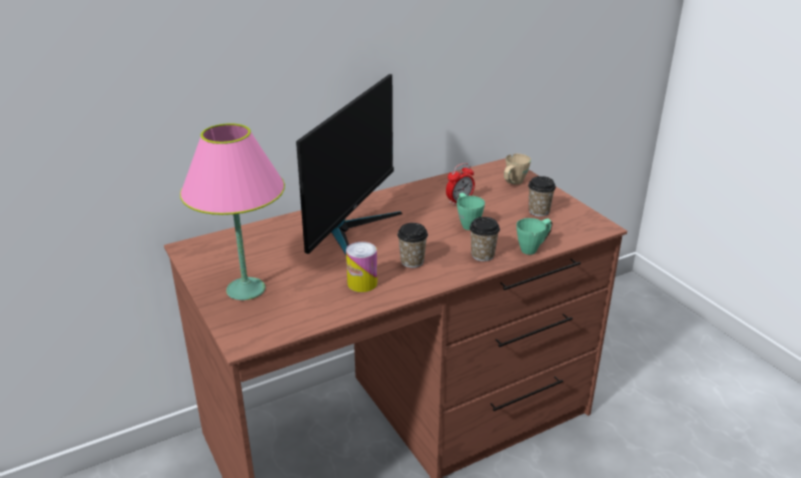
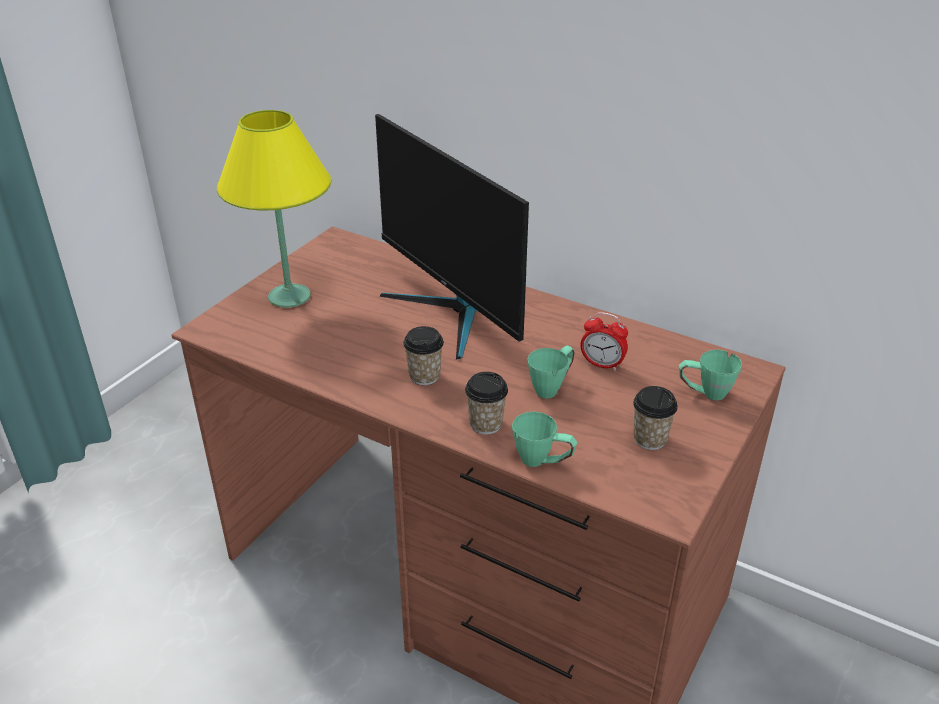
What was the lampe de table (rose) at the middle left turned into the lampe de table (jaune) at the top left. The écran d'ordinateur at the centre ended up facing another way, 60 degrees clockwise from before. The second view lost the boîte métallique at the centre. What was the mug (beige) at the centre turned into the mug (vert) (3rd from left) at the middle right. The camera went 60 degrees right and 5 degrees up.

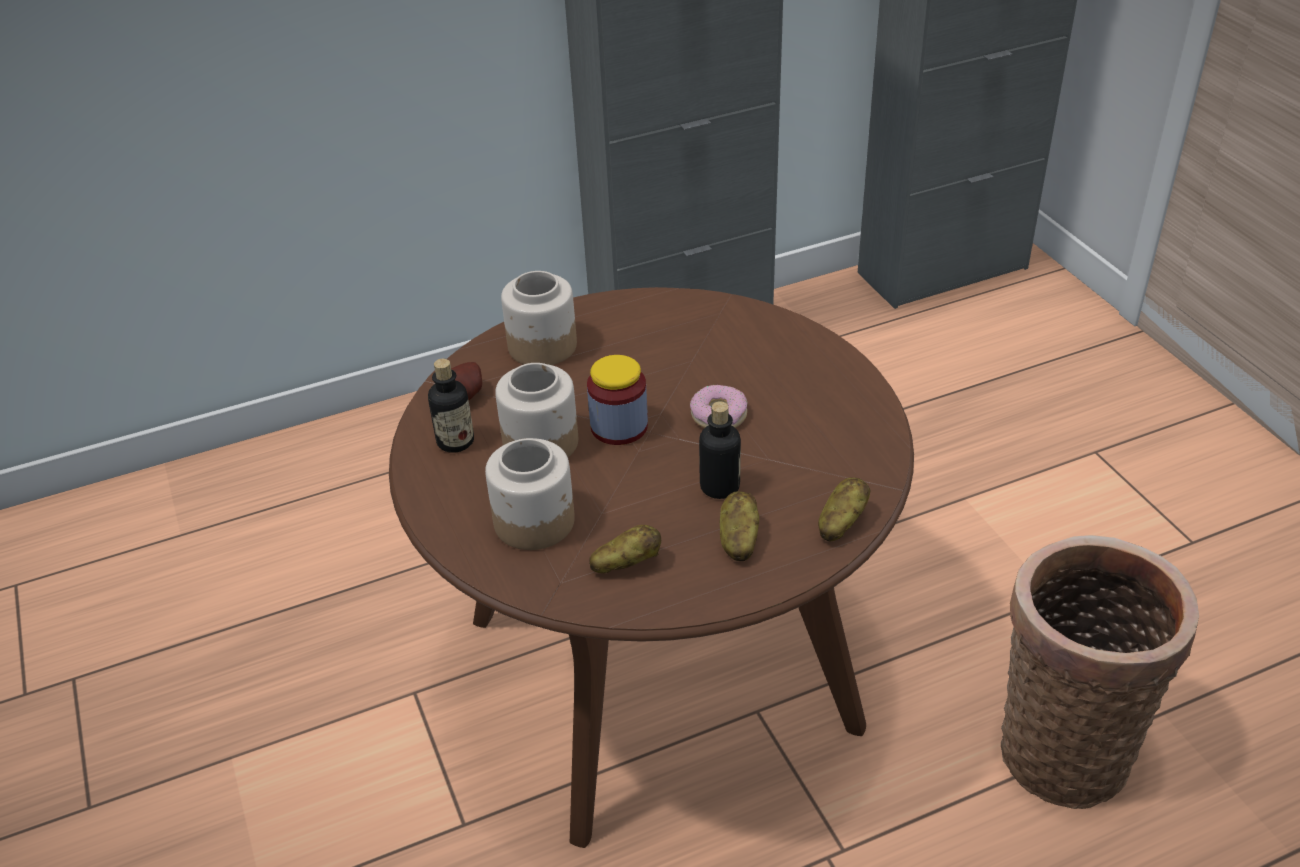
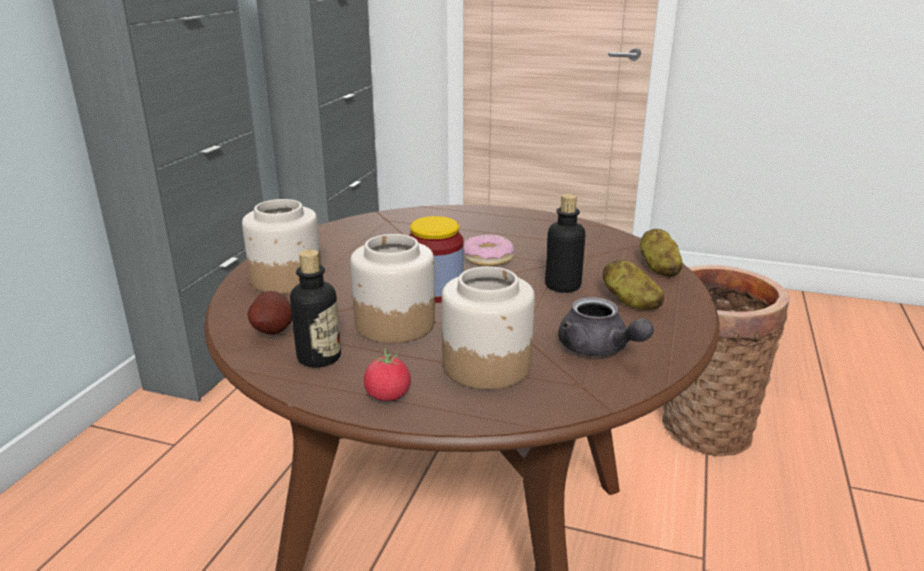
Where the pomme de terre (2nd from left) stood at the centre, the théière (gris) came to stand at the centre. The second view gained the tomate at the centre. The camera went 50 degrees left and 15 degrees down.

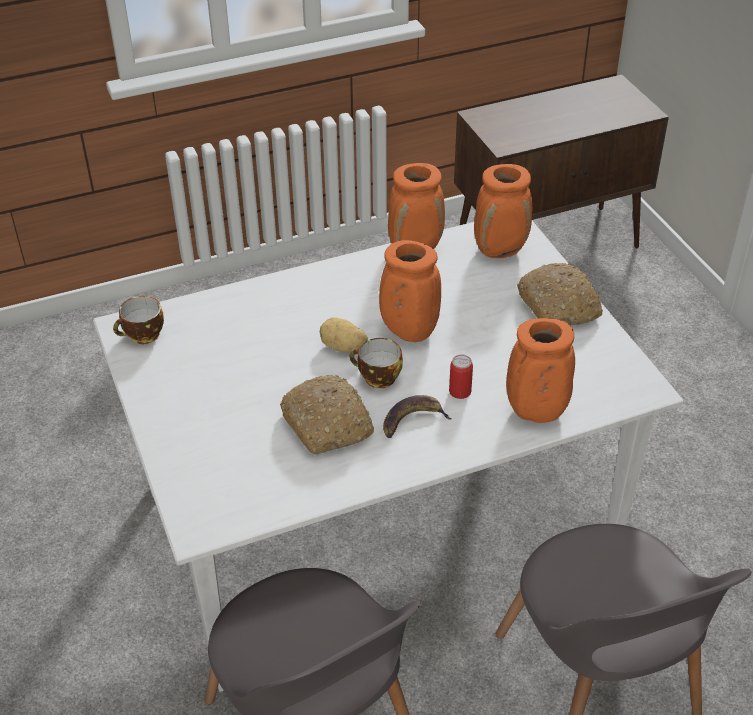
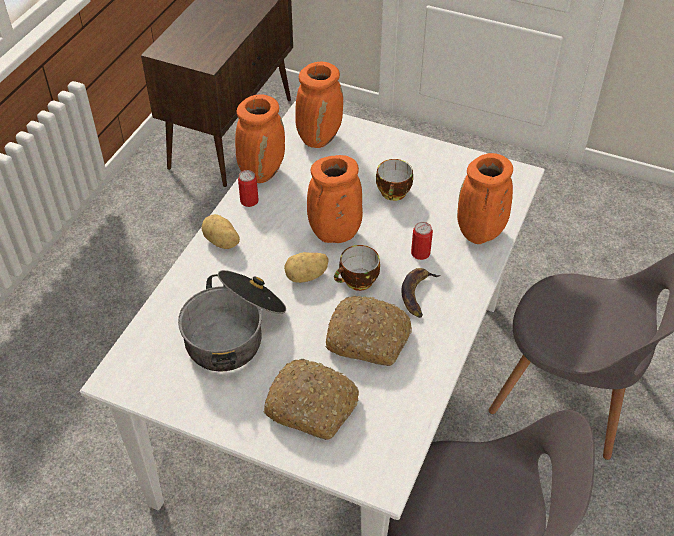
The tasse (1st from left in the first image) ended up elsewhere, having gone from the middle left to the centre. The pain (2nd from left in the first image) ended up elsewhere, having gone from the middle right to the bottom centre. The second view gained the marmite at the centre. The second view gained the pomme de terre (1st from left) at the middle left. The second view gained the boîte métallique (1st from left) at the centre. The camera went 45 degrees left and 5 degrees up.

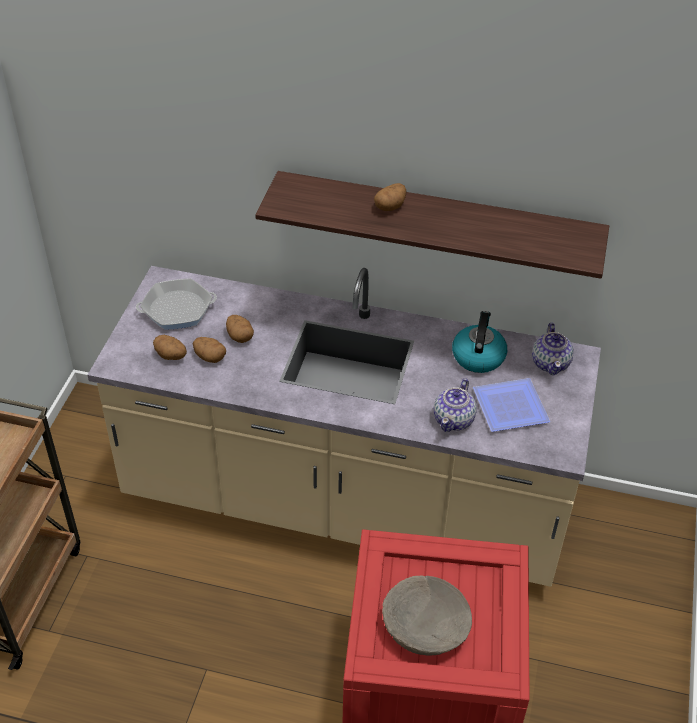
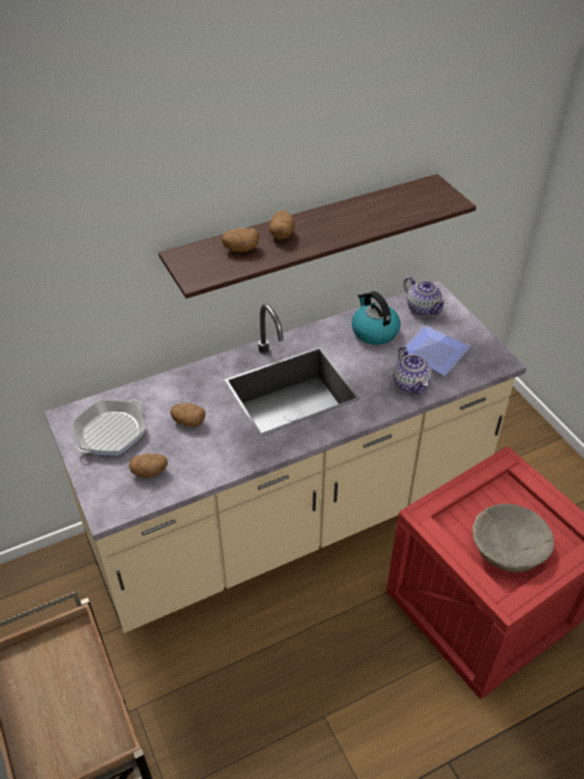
The pomme de terre (2nd from left in the first image) ended up elsewhere, having gone from the middle left to the top centre. The camera went 40 degrees left and 0 degrees up.

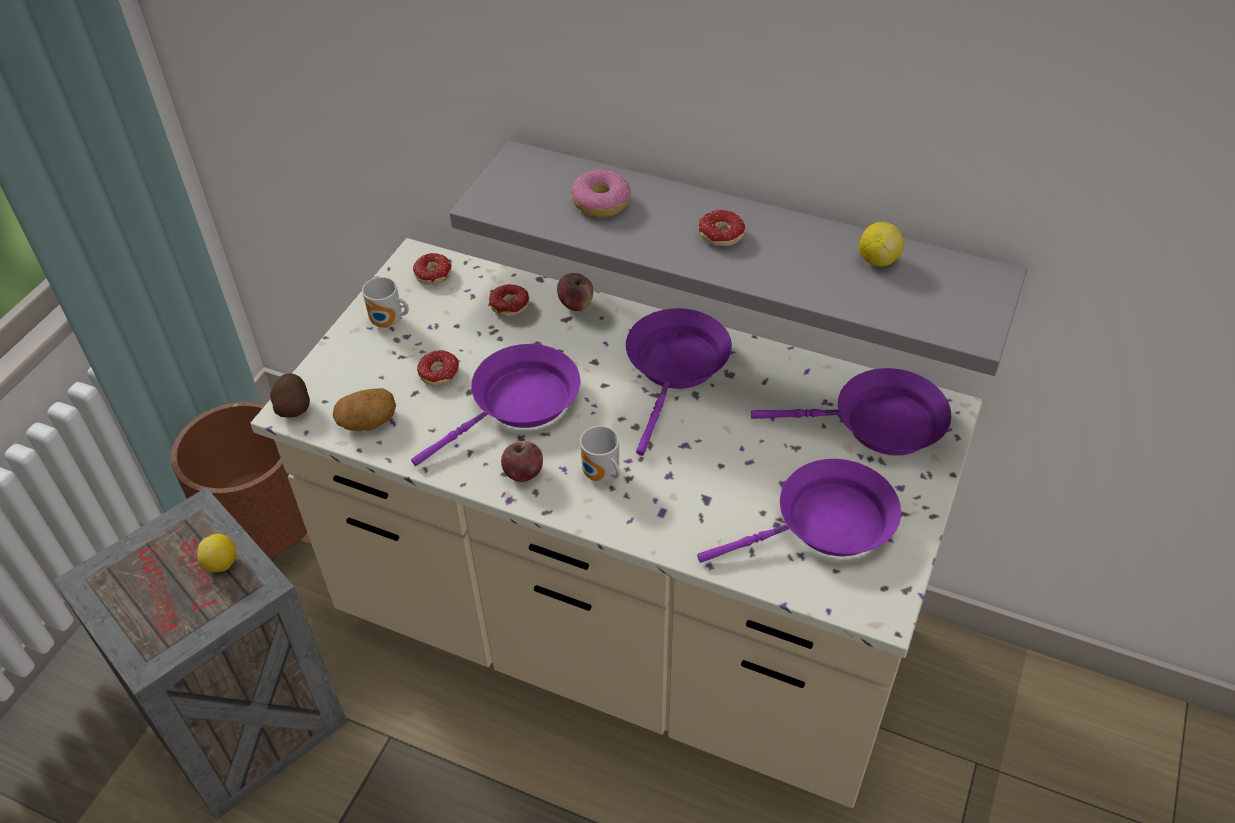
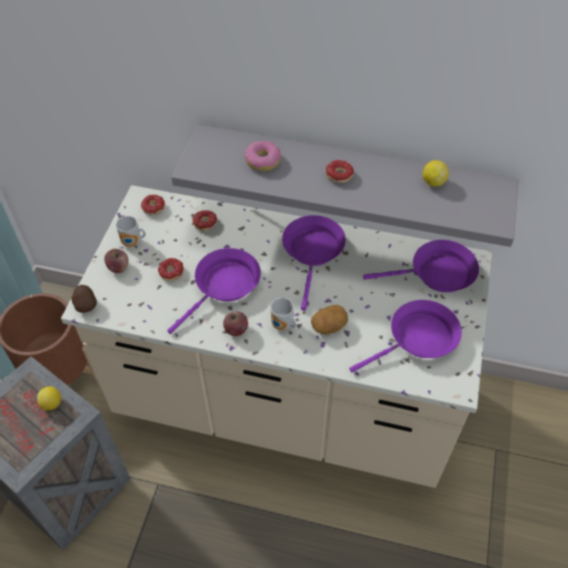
The pomme de terre (2nd from left) ended up elsewhere, having gone from the middle left to the centre. The pomme (2nd from left in the first image) ended up elsewhere, having gone from the centre to the middle left. The camera went 10 degrees left and 5 degrees up.

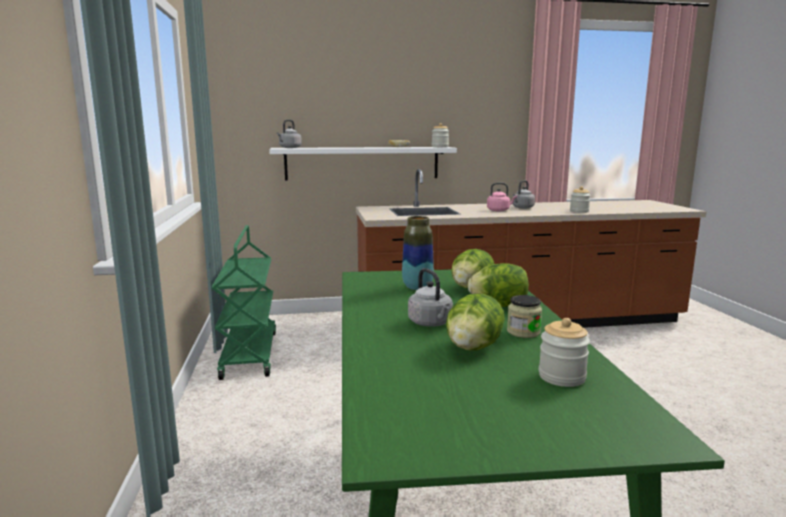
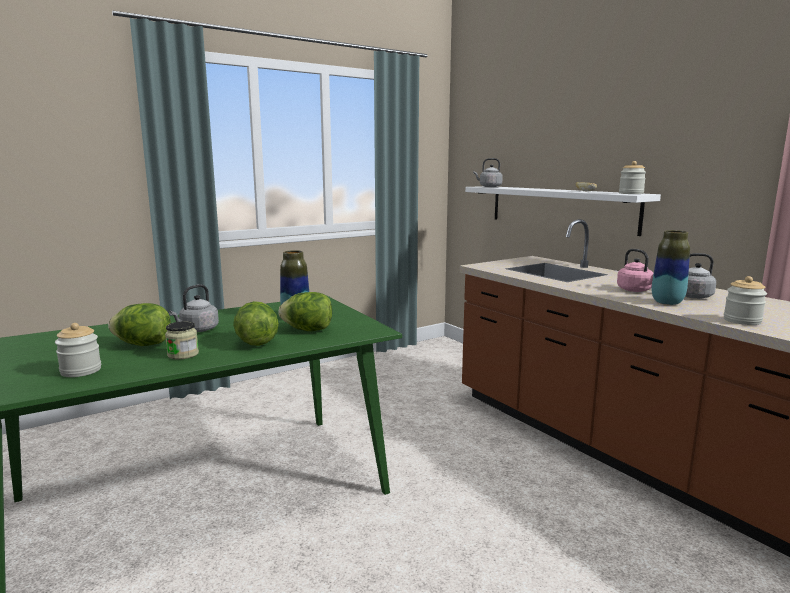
The second view lost the chariot (vert) at the middle left. The second view gained the vase (2nd from left) at the middle right. The camera went 65 degrees right and 0 degrees up.

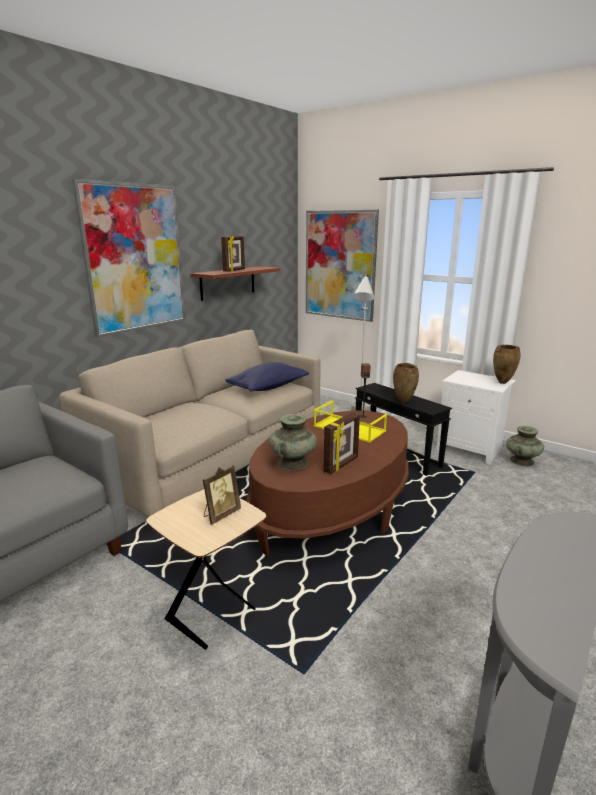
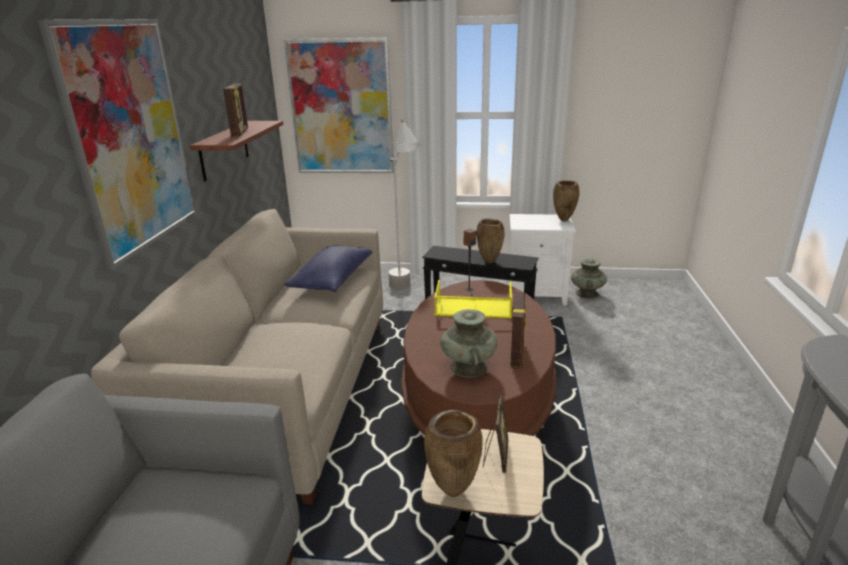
The second view gained the vase (marron) (1st from left) at the bottom centre. The camera went 30 degrees left and 5 degrees up.

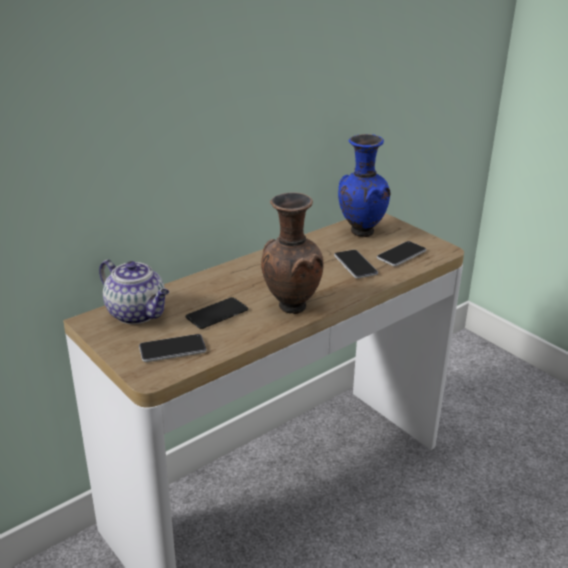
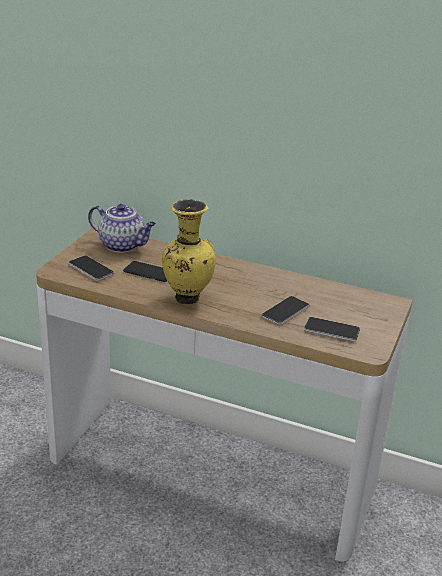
The théière at the middle left ended up facing another way, 75 degrees counterclockwise from before. What was the vase (marron) at the centre turned into the vase (jaune) at the centre. The second view lost the vase (bleu) at the top centre. The camera went 60 degrees right and 0 degrees up.

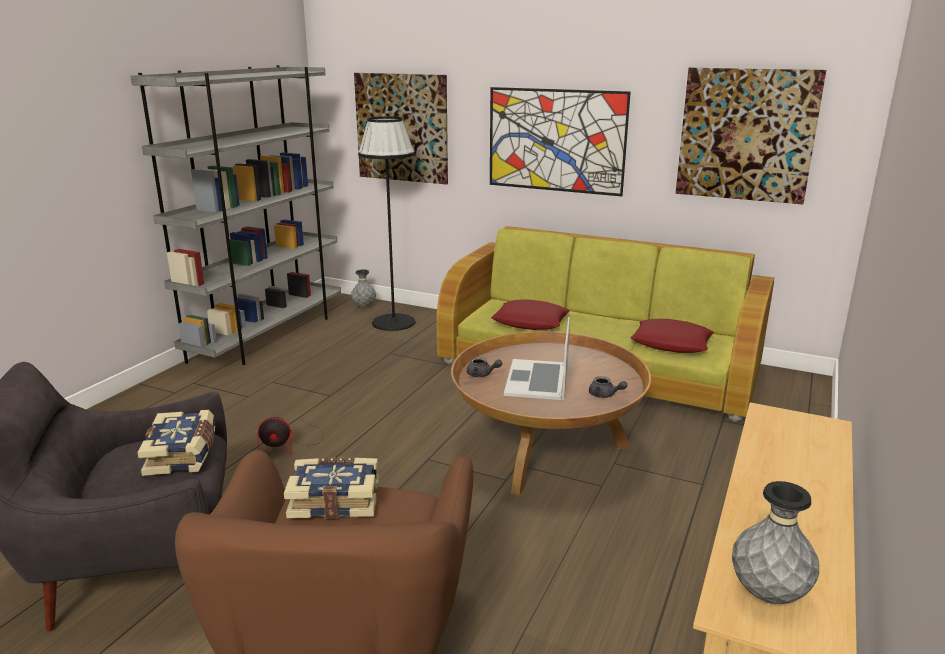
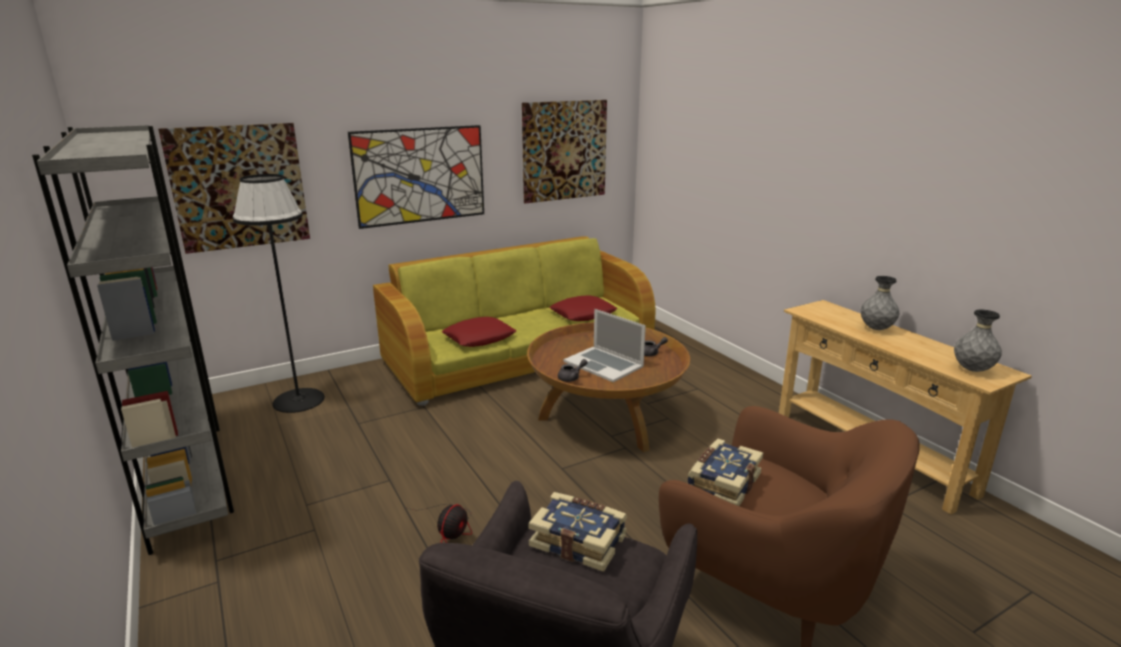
The vase (gris) (1st from left) ended up elsewhere, having gone from the centre to the middle right. The camera went 55 degrees left and 0 degrees up.

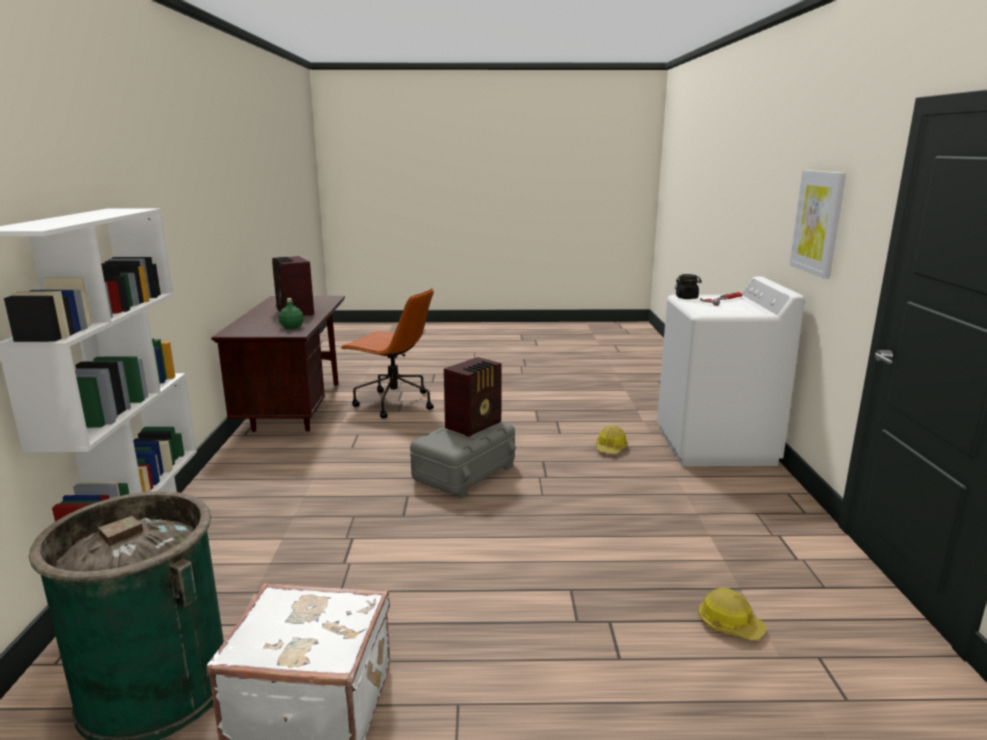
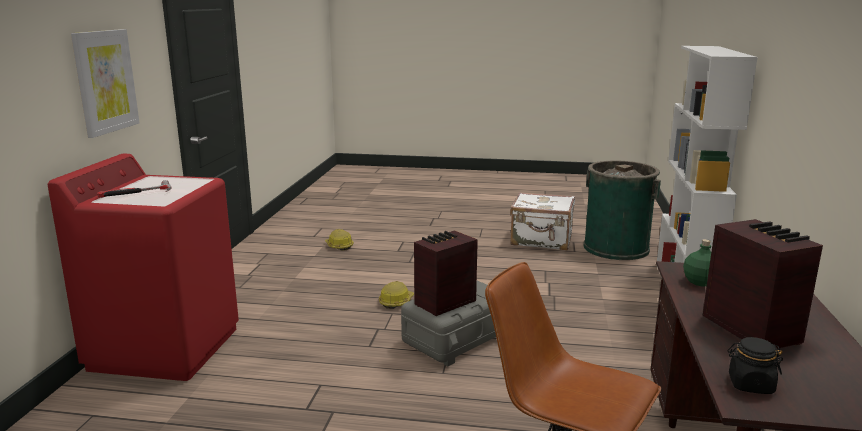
The casque de chantier (1st from left in the first image) ended up elsewhere, having gone from the centre to the bottom centre. What was the lave-linge (blanc) at the middle right turned into the lave-linge (rouge) at the middle left. The bocal (noir) ended up elsewhere, having gone from the middle right to the bottom right. The camera went 170 degrees left and 0 degrees up.

